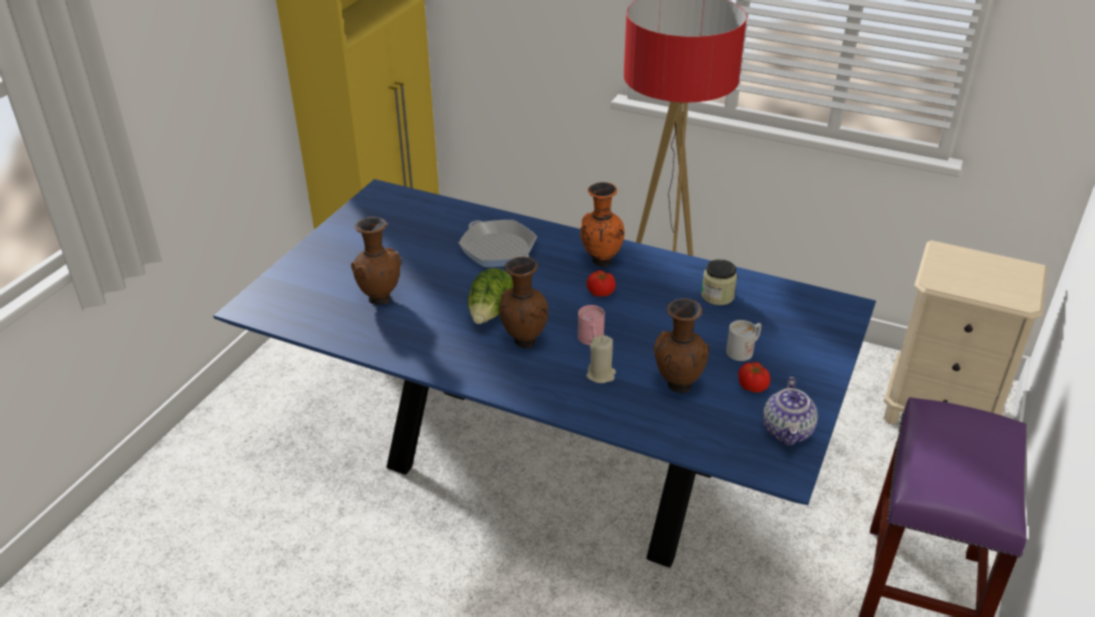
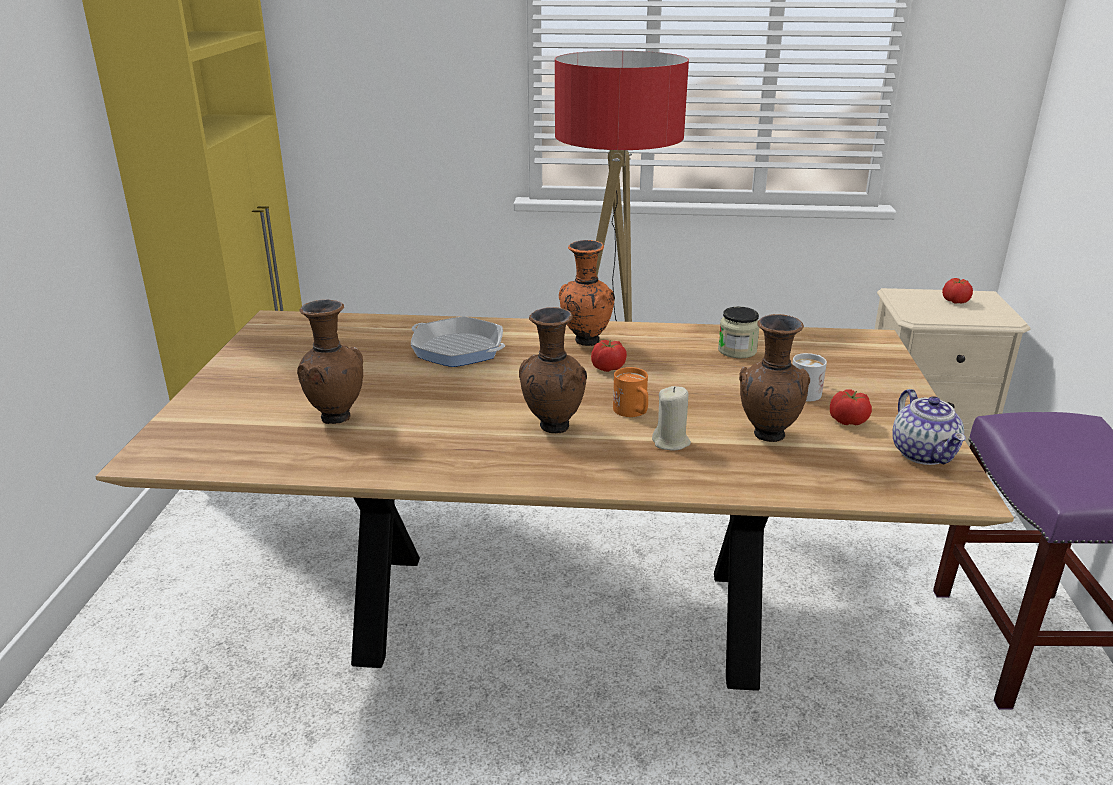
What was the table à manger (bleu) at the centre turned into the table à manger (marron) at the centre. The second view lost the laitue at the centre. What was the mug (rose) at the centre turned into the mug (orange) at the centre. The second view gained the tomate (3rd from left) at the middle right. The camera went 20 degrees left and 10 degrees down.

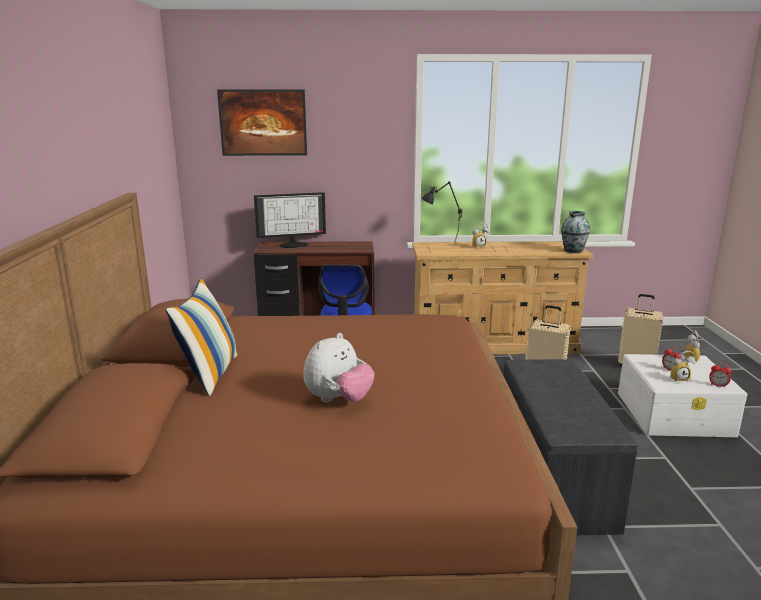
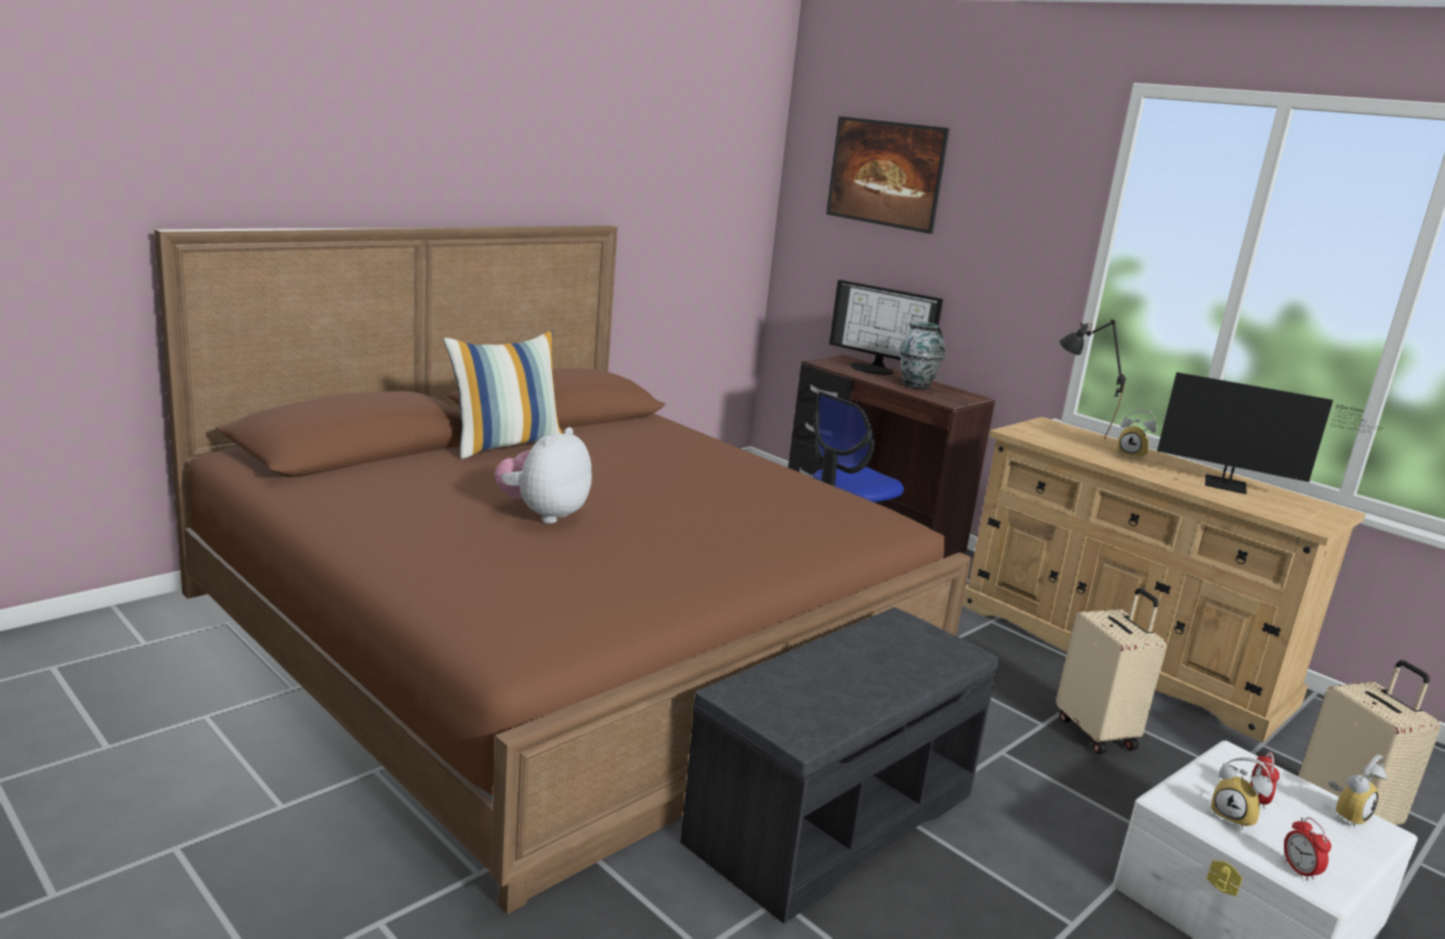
The peluche at the centre ended up facing another way, 120 degrees clockwise from before. The vase ended up elsewhere, having gone from the middle right to the centre. The second view gained the écran d'ordinateur (2nd from left) at the middle right. The camera went 45 degrees right and 0 degrees up.

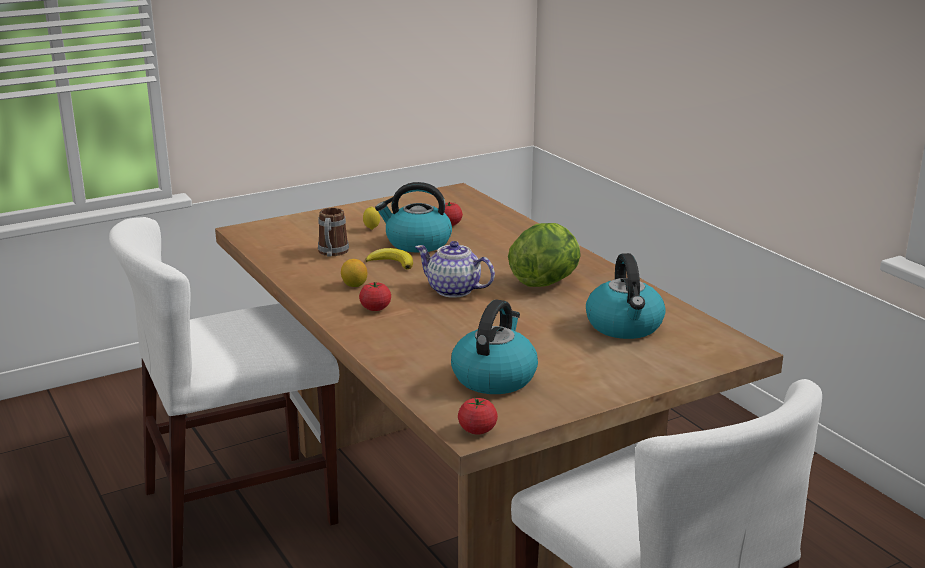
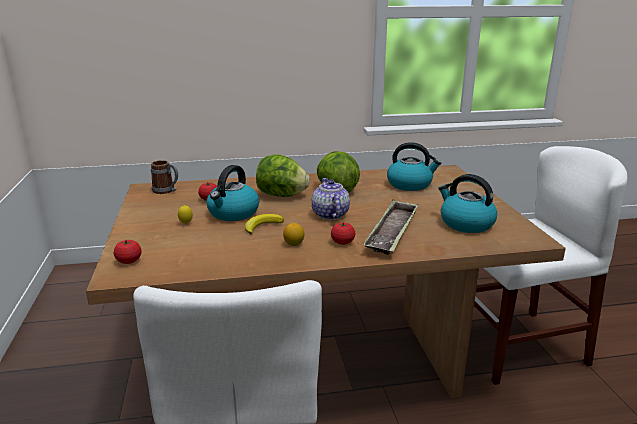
The mug ended up elsewhere, having gone from the centre to the middle left. The théière at the centre ended up facing another way, 120 degrees clockwise from before. The tomate (3rd from left in the first image) ended up elsewhere, having gone from the bottom centre to the middle left. The second view gained the laitue (1st from left) at the centre. The second view gained the plateau at the centre. The camera went 70 degrees left and 0 degrees up.

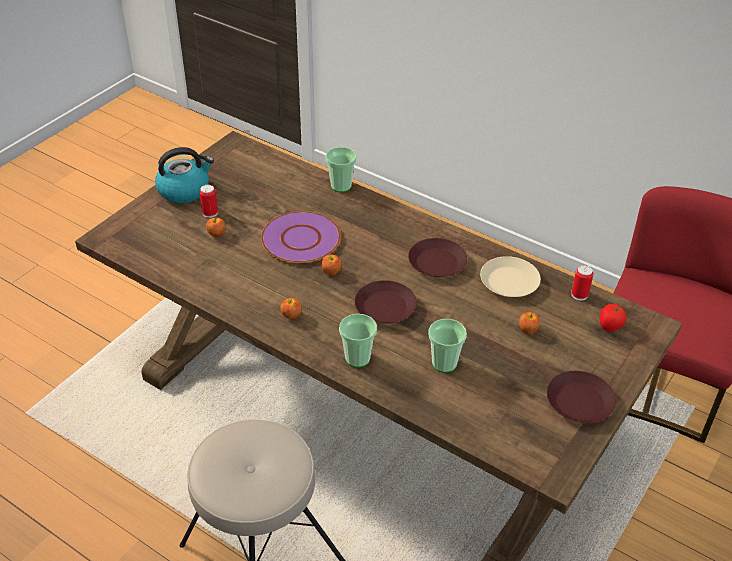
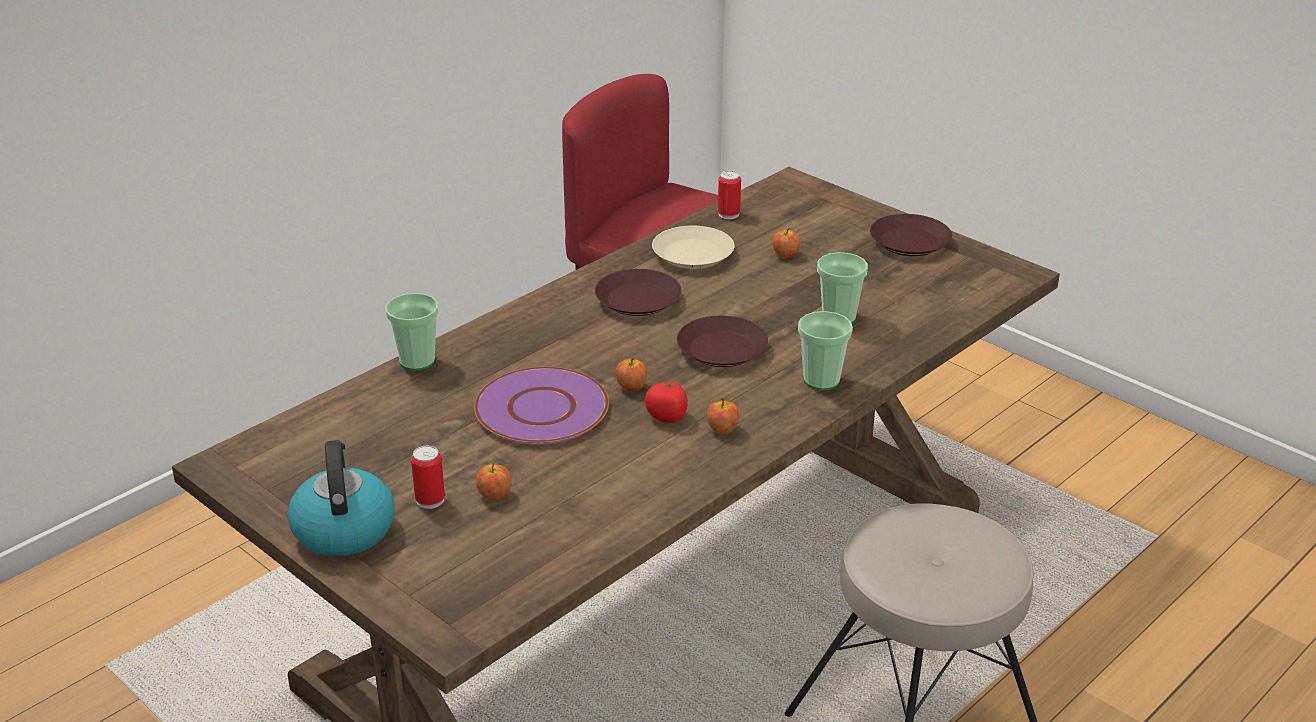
The tomate ended up elsewhere, having gone from the middle right to the centre. The camera went 80 degrees left and 10 degrees down.

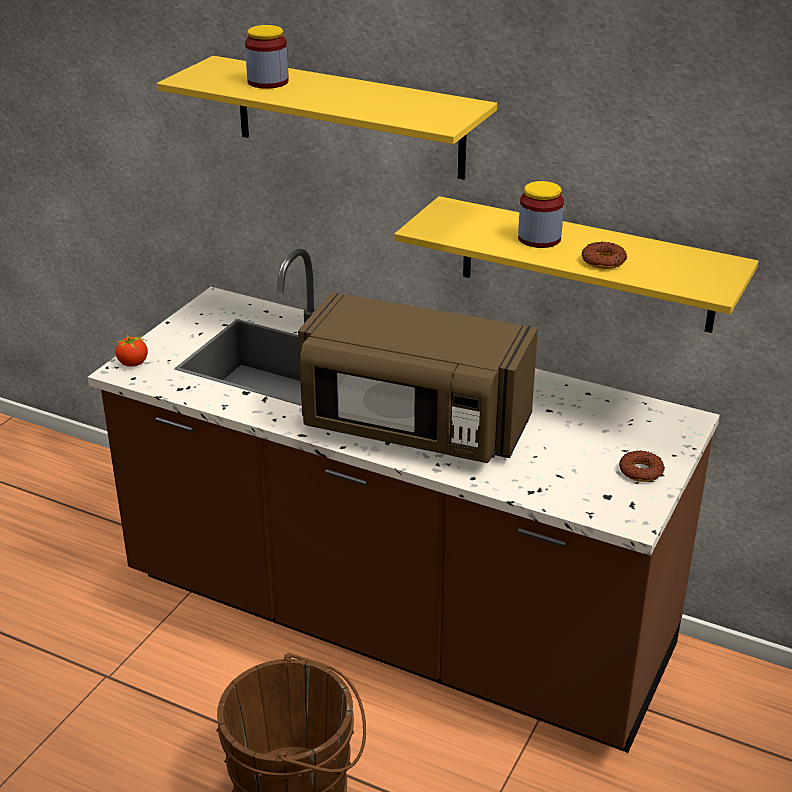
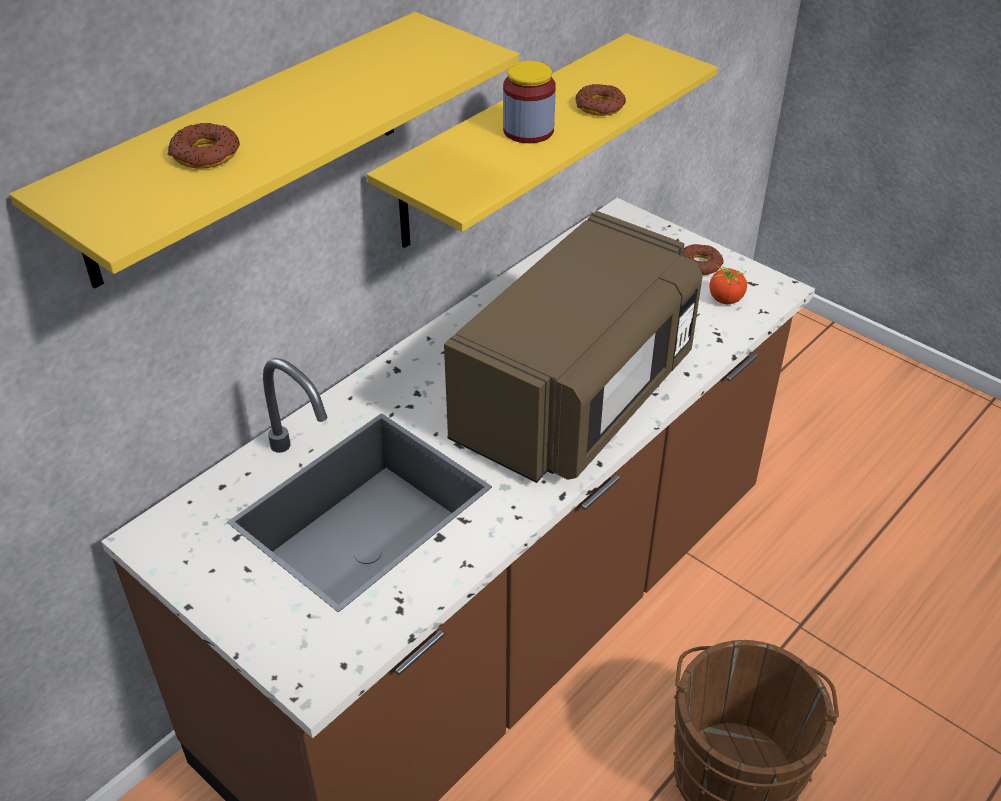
The tomate ended up elsewhere, having gone from the middle left to the middle right. Where the bocal (1st from left) stood at the top centre, the beignet (1st from left) came to stand at the top left. The camera went 75 degrees left and 10 degrees up.

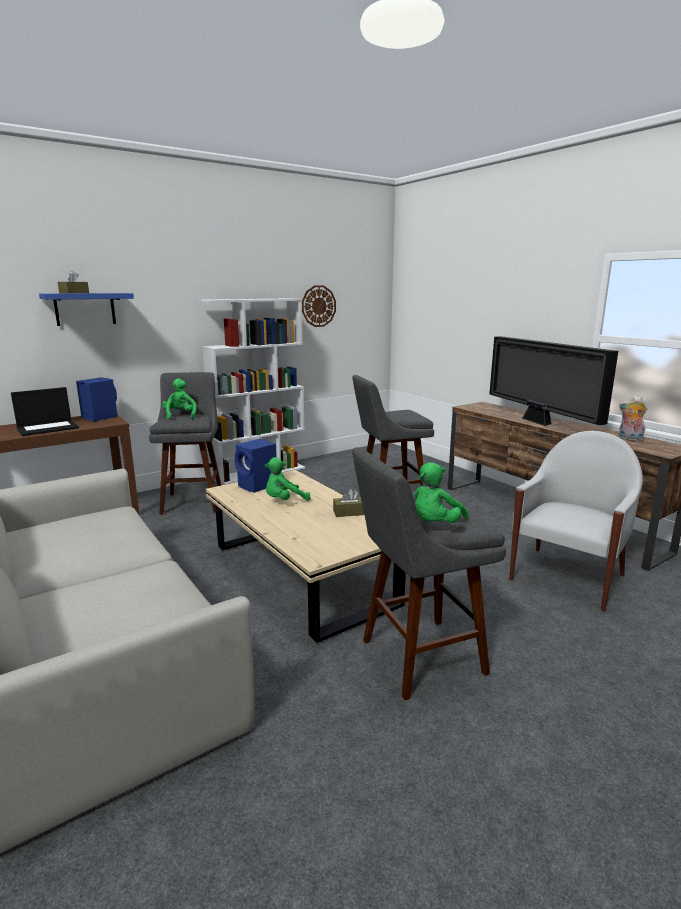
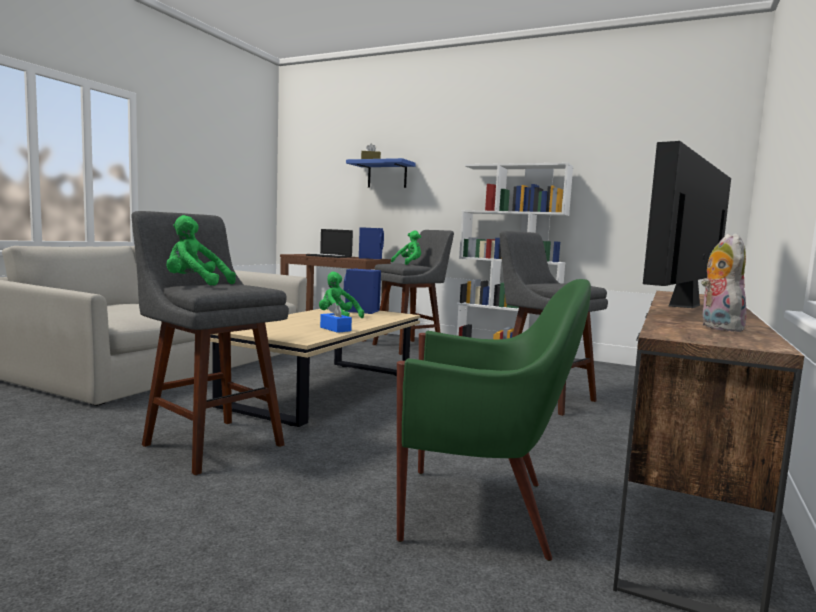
The second view lost the horloge murale at the centre. What was the boîte à mouchoirs (marron) (2nd from left) at the centre turned into the boîte à mouchoirs (bleu) at the centre. What was the fauteuil (blanc) at the middle right turned into the fauteuil (vert) at the bottom centre. The camera went 60 degrees right and 10 degrees down.

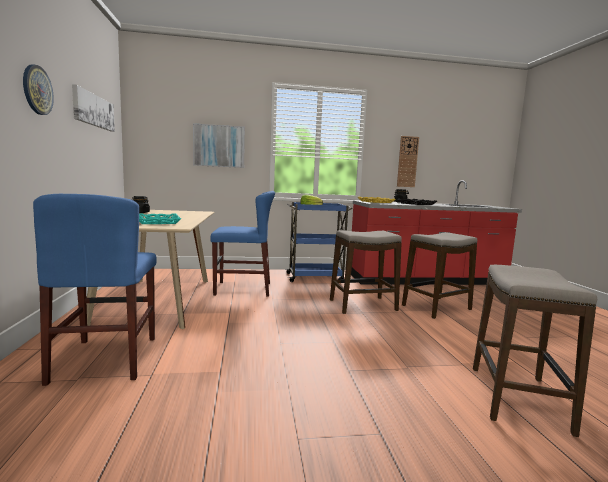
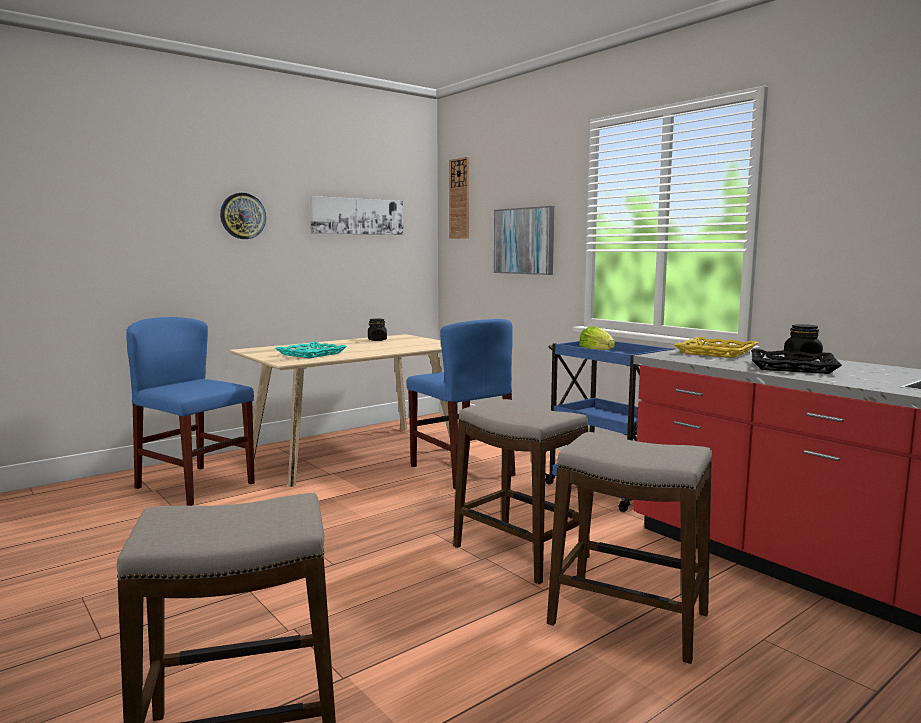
The chaise (bleu) (1st from left) at the middle left ended up facing another way, 75 degrees clockwise from before. The horloge murale (2nd from left) ended up elsewhere, having gone from the middle right to the top centre. The camera went 60 degrees right and 0 degrees up.

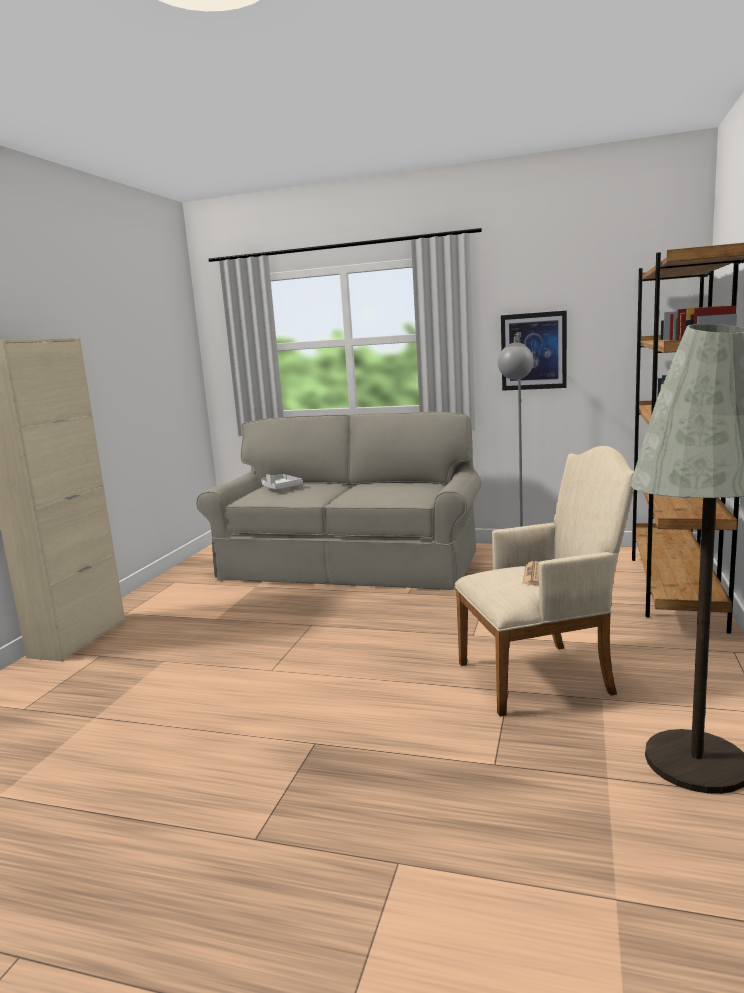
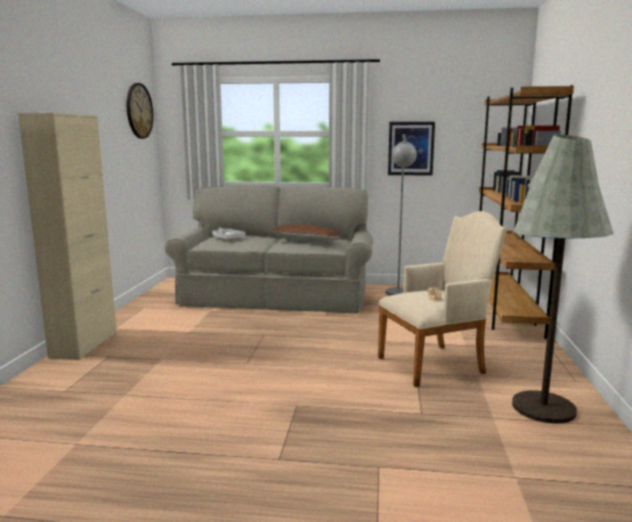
The second view gained the horloge murale at the top left. The second view gained the coussin (marron) at the centre. The camera went 10 degrees left and 0 degrees up.

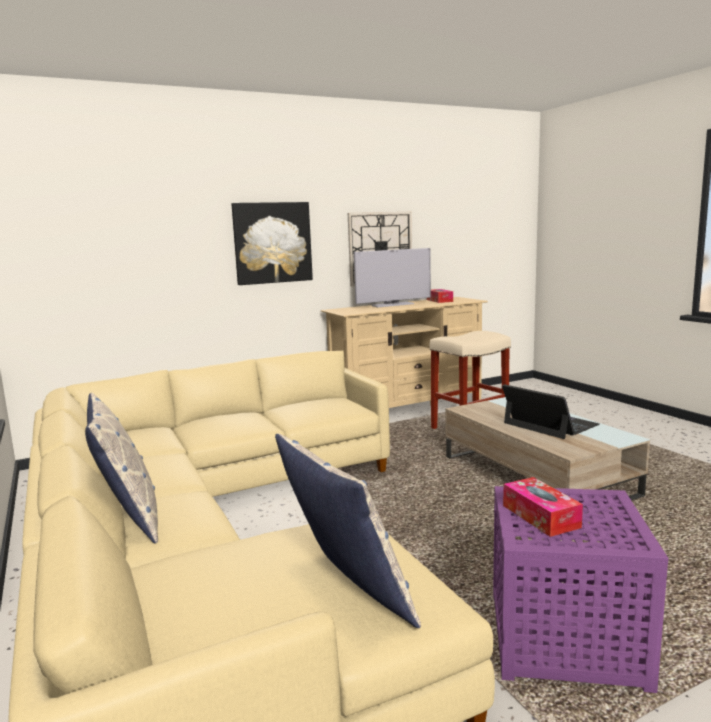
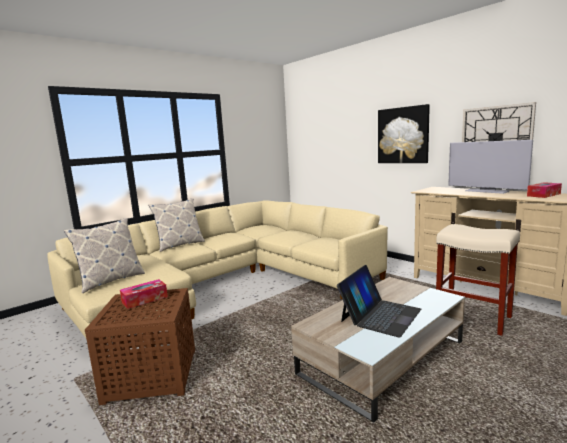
What was the table d'appoint (violet) at the bottom right turned into the table d'appoint (marron) at the bottom left. The camera went 75 degrees right and 0 degrees up.

